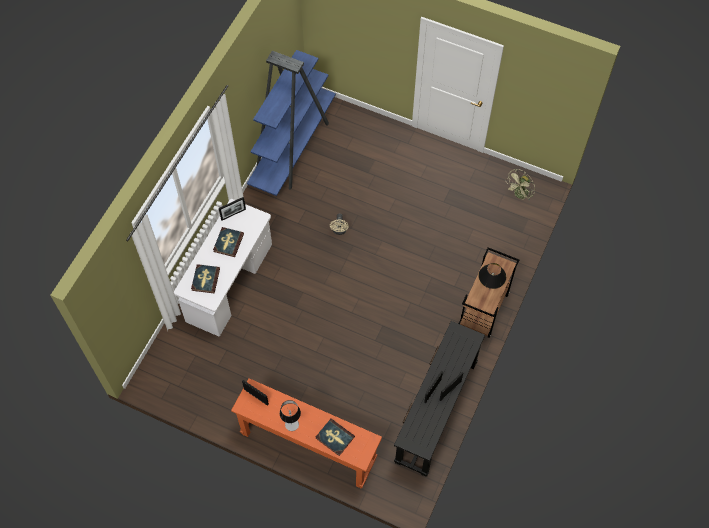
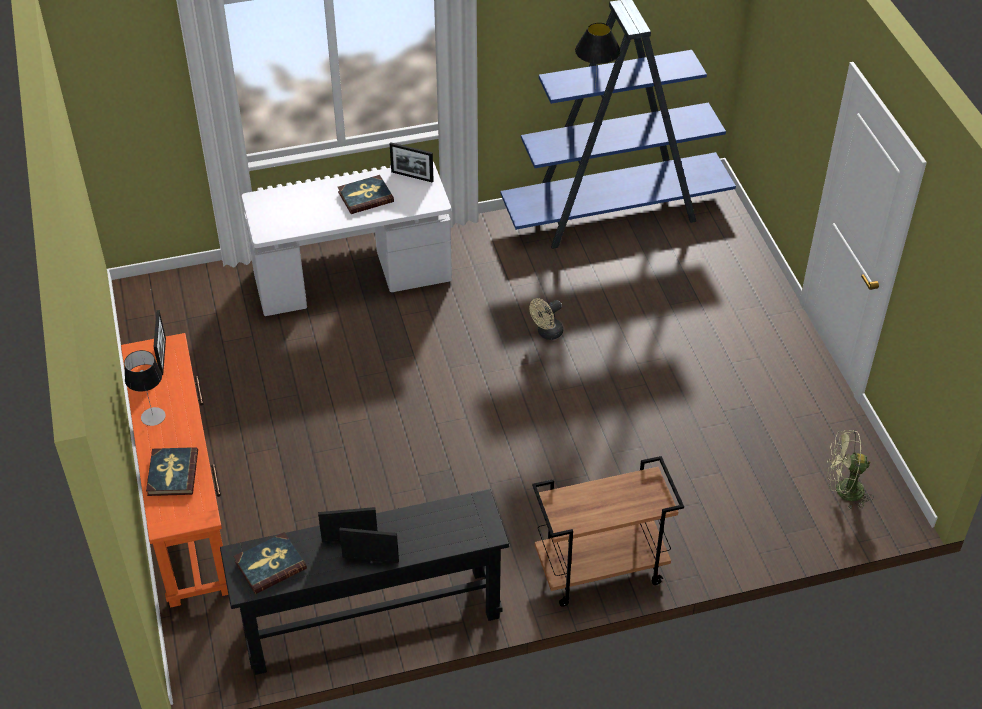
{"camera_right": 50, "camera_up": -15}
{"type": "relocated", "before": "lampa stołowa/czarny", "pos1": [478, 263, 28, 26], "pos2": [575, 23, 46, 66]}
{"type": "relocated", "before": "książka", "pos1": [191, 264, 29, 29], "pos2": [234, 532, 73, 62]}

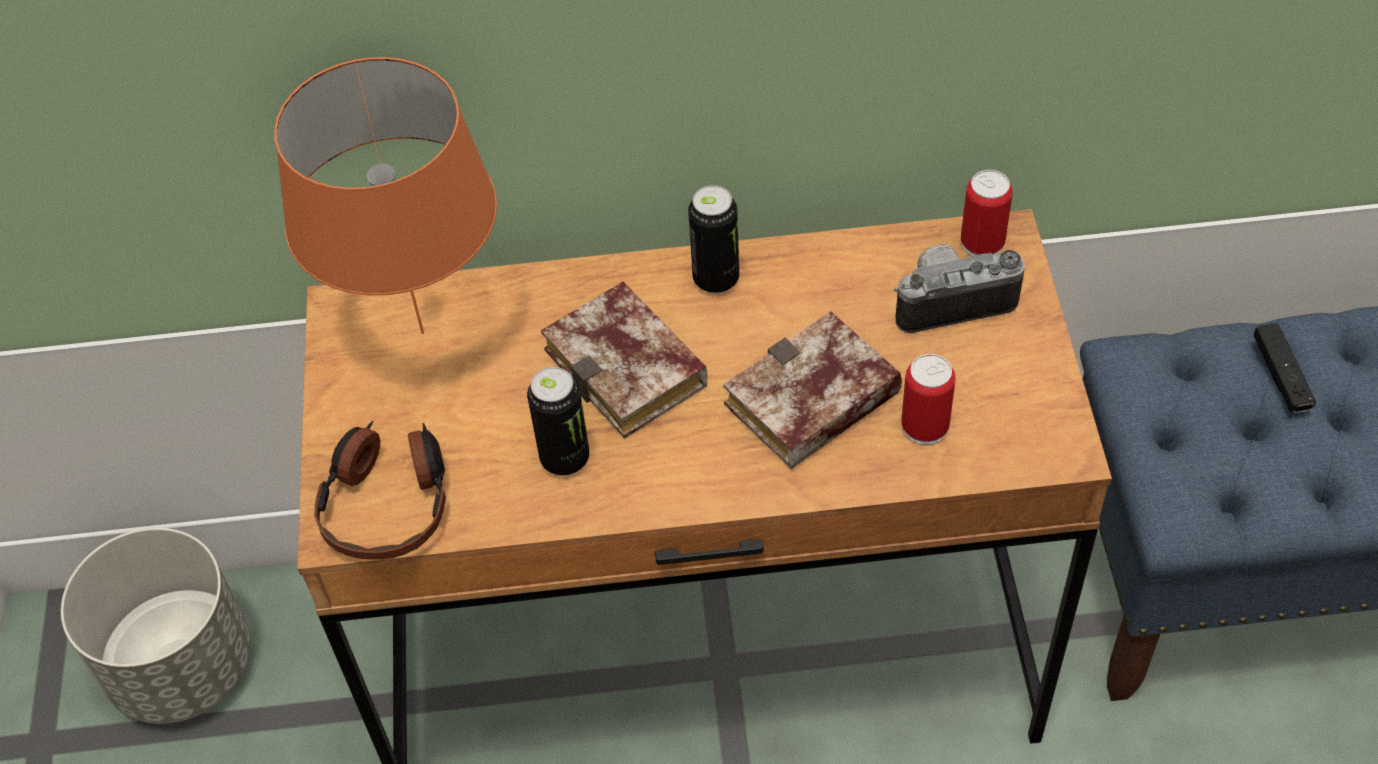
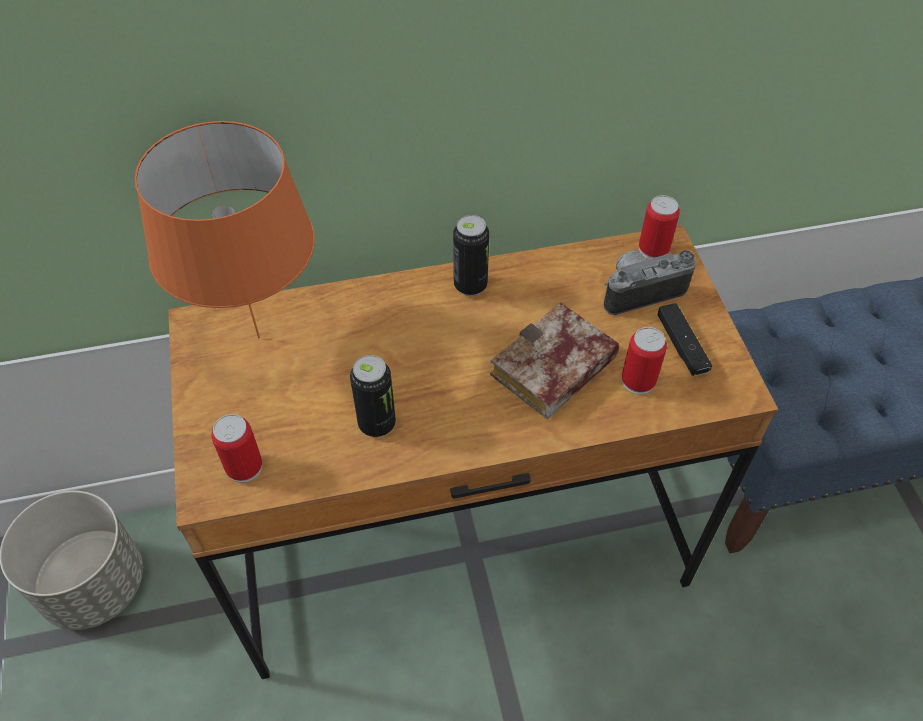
{"camera_right": -10, "camera_up": 0}
{"type": "missing", "before": "książka", "pos1": [541, 282, 166, 156]}
{"type": "relocated", "before": "pad do gier/czarny", "pos1": [1254, 323, 62, 90], "pos2": [658, 303, 54, 73]}
{"type": "exchanged", "before": "słuchawki", "after": "puszka", "pos1": [314, 420, 132, 140], "pos2": [211, 414, 51, 69]}

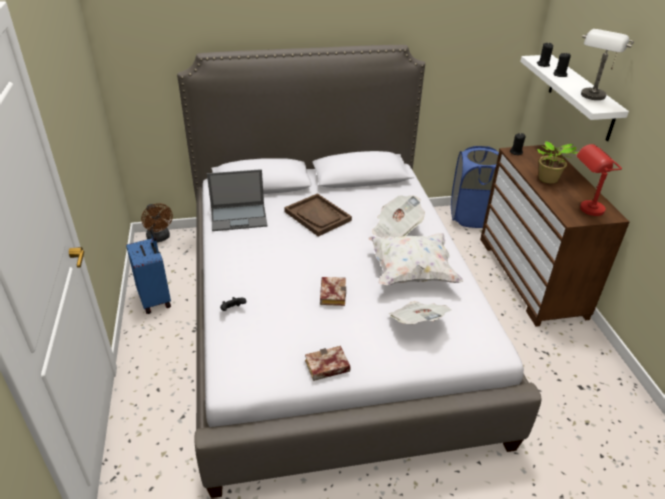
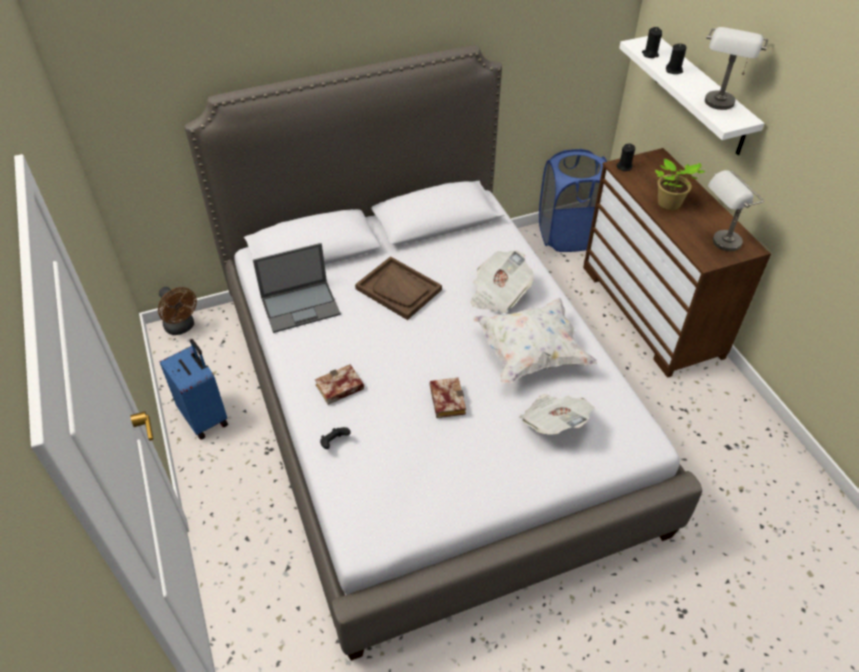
{"camera_right": -10, "camera_up": 10}
{"type": "colour", "before": "lampa stołowa/czerwony", "after": "lampa stołowa/szary", "pos1": [577, 144, 45, 72], "pos2": [708, 170, 56, 81]}
{"type": "relocated", "before": "książka", "pos1": [305, 346, 46, 35], "pos2": [315, 364, 49, 41]}

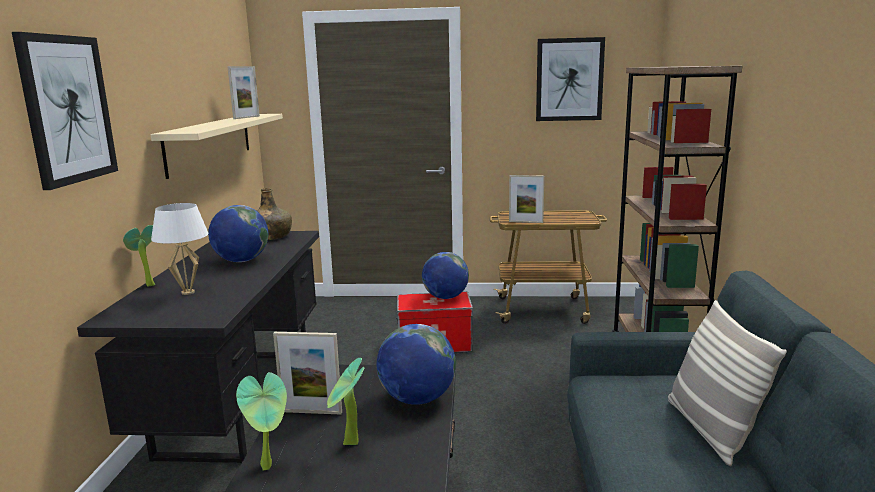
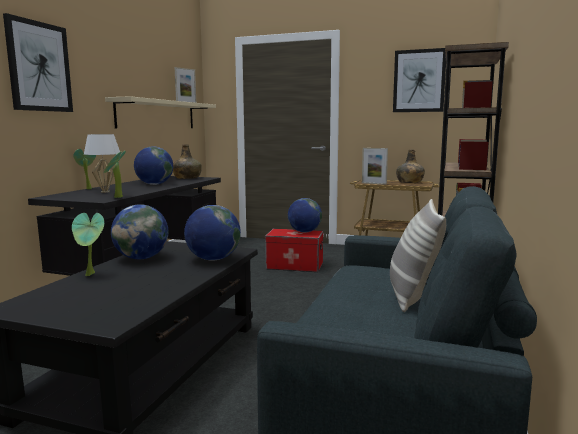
{"camera_right": 15, "camera_up": -5}
{"type": "exchanged", "before": "ramka na zdjęcie", "after": "globus", "pos1": [273, 332, 69, 82], "pos2": [111, 204, 57, 55]}
{"type": "relocated", "before": "roślina doniczkowa", "pos1": [327, 358, 37, 87], "pos2": [104, 151, 22, 47]}
{"type": "appeared", "after": "butelka/zielony", "pos2": [396, 150, 29, 33]}

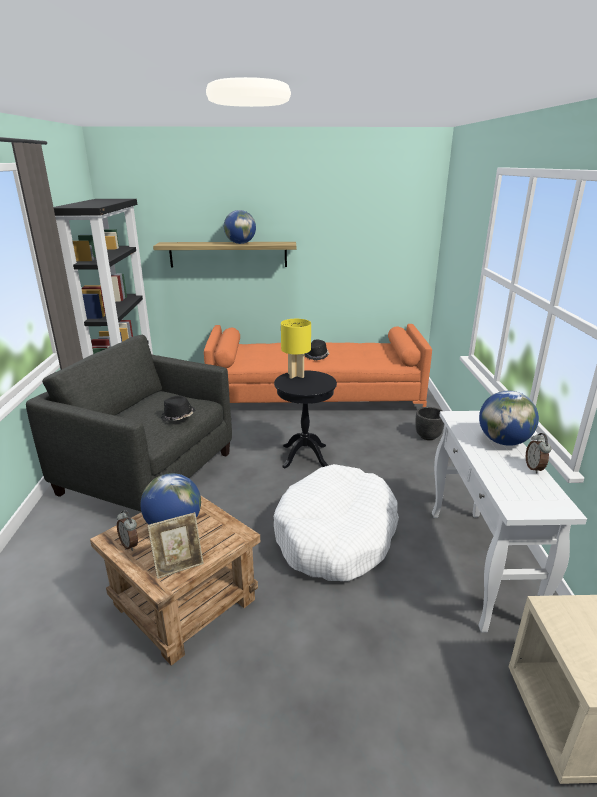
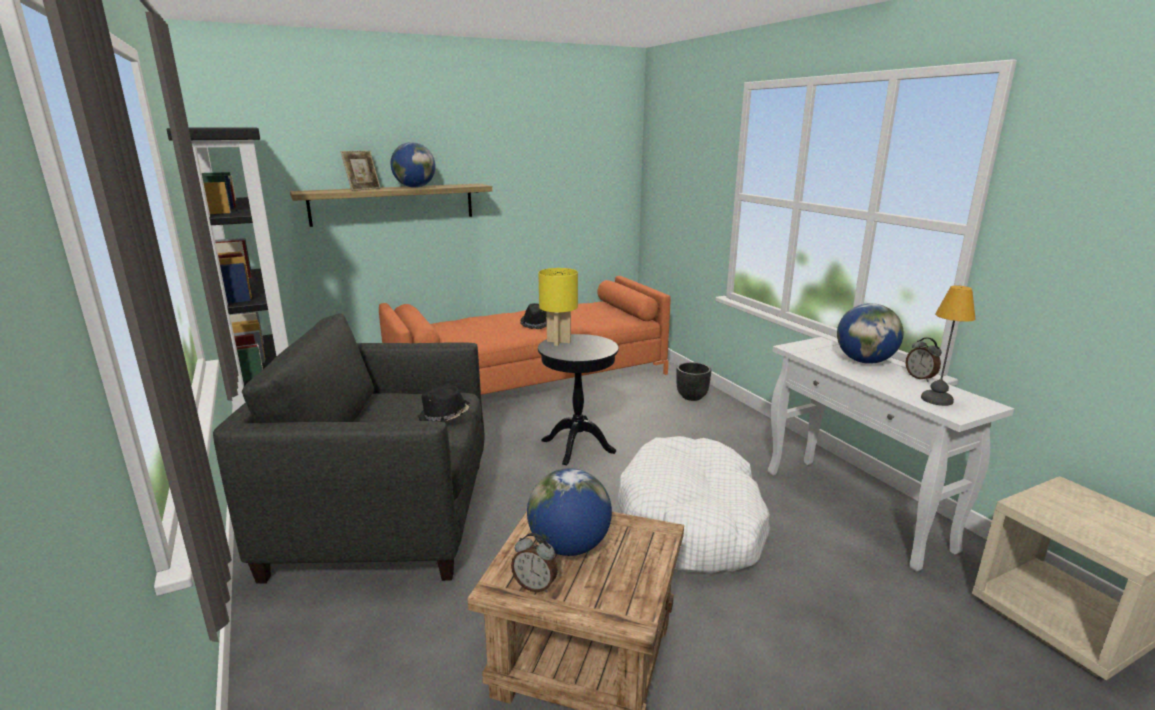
{"camera_right": -25, "camera_up": -5}
{"type": "relocated", "before": "ramka na zdjęcie", "pos1": [147, 512, 57, 67], "pos2": [341, 151, 40, 40]}
{"type": "appeared", "after": "lampa stołowa", "pos2": [921, 286, 55, 120]}

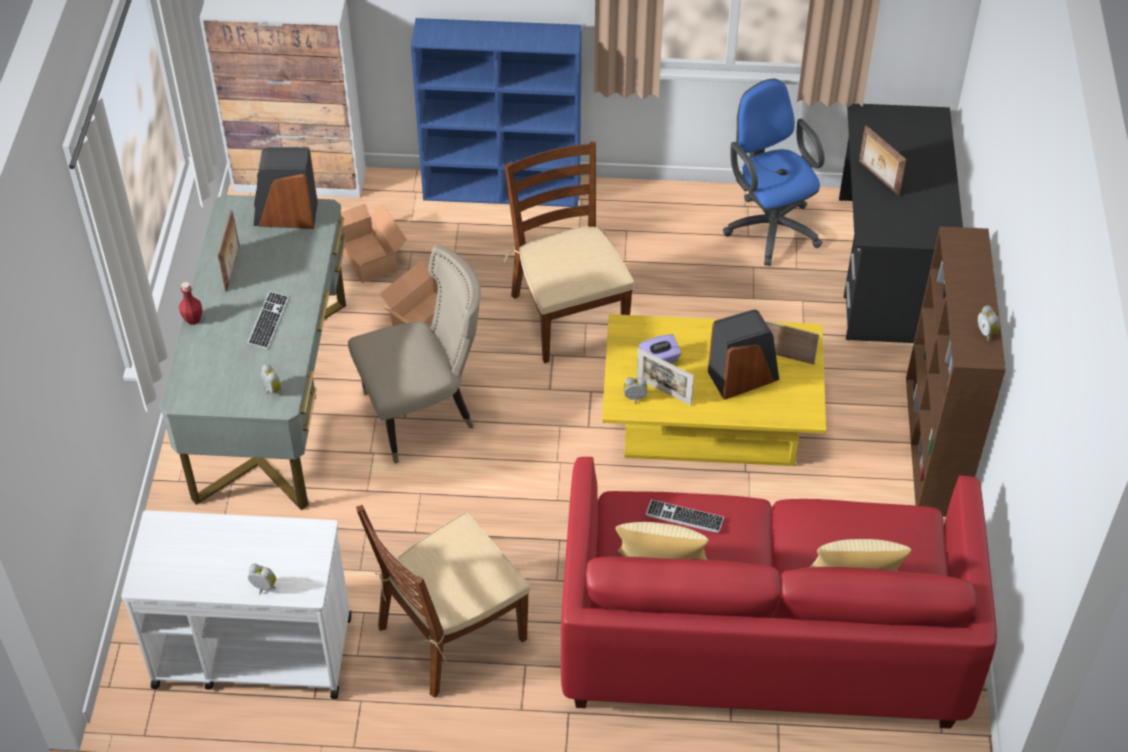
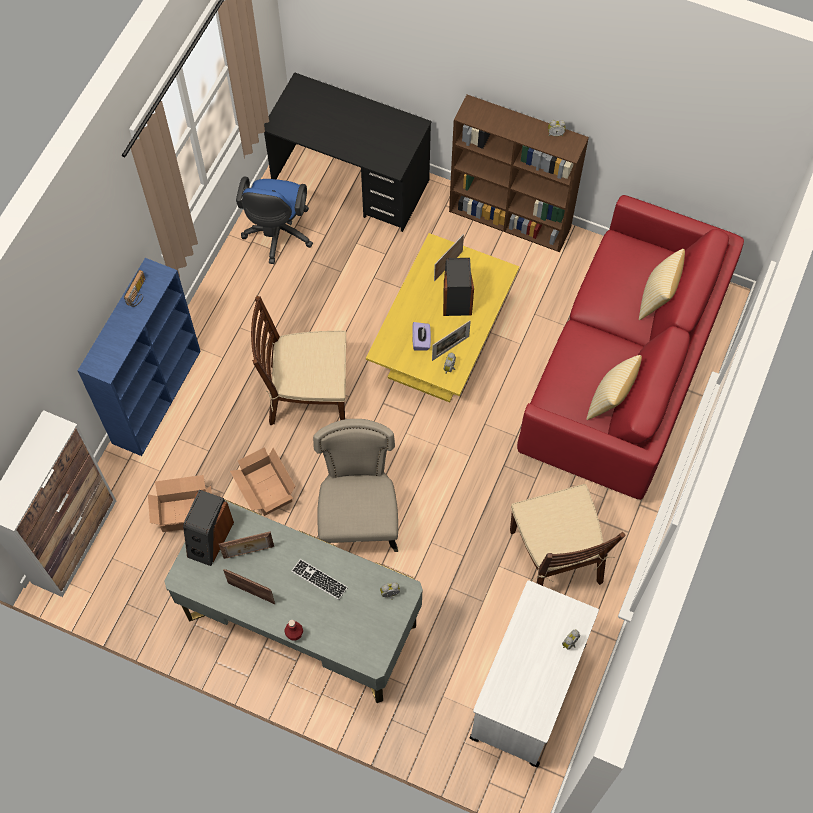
{"camera_right": -70, "camera_up": 15}
{"type": "spun", "before": "krzesło biurowe/niebieski", "pos1": [723, 79, 102, 187], "pos2": [236, 176, 77, 88], "turn": -75}
{"type": "relocated", "before": "ramka na zdjęcie", "pos1": [859, 125, 48, 71], "pos2": [219, 531, 55, 28]}
{"type": "missing", "before": "klawiatura", "pos1": [646, 499, 78, 34]}
{"type": "appeared", "after": "radio", "pos2": [124, 270, 21, 37]}

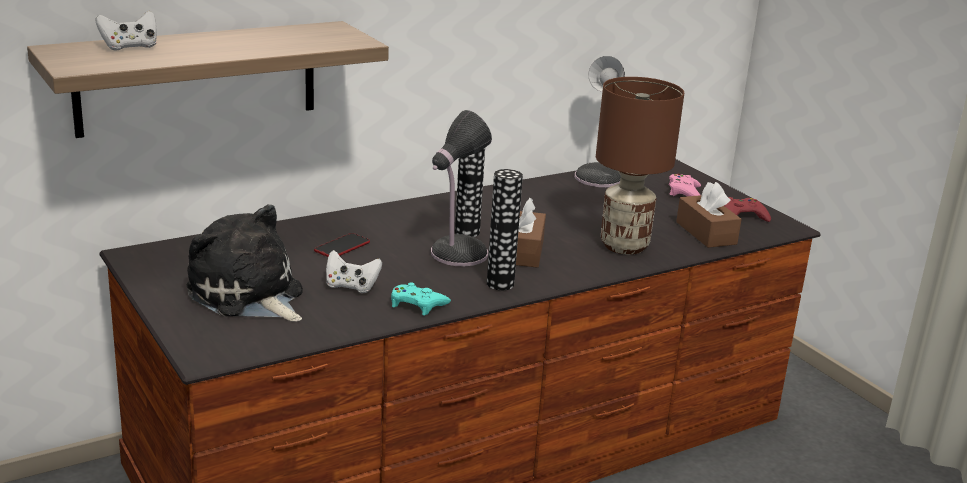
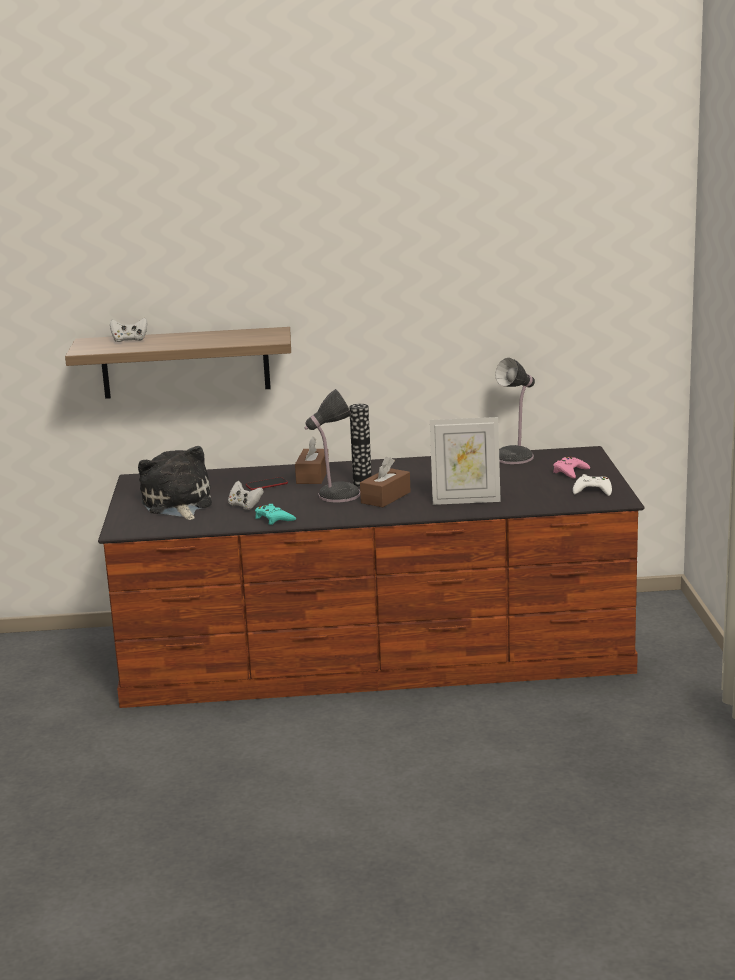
{"camera_right": 30, "camera_up": -5}
{"type": "exchanged", "before": "lampa stołowa/brązowy", "after": "ramka na zdjęcie", "pos1": [596, 77, 88, 178], "pos2": [430, 417, 71, 88]}
{"type": "missing", "before": "wazon", "pos1": [487, 169, 36, 121]}
{"type": "relocated", "before": "pudełko chusteczek/brązowy", "pos1": [676, 182, 66, 66], "pos2": [295, 437, 34, 47]}
{"type": "colour", "before": "pad do gier/czerwony", "after": "pad do gier/biały", "pos1": [724, 197, 47, 25], "pos2": [573, 474, 39, 22]}

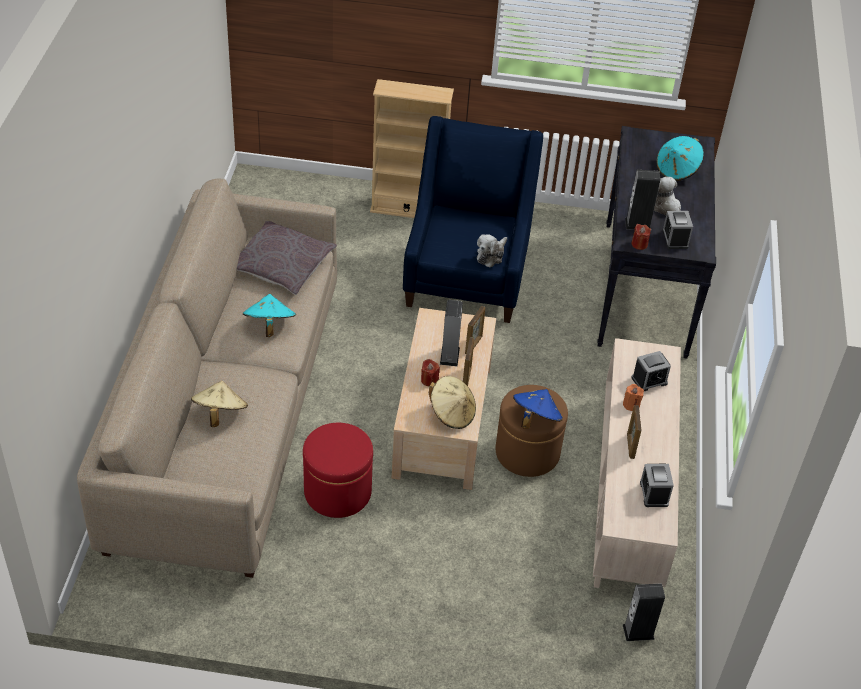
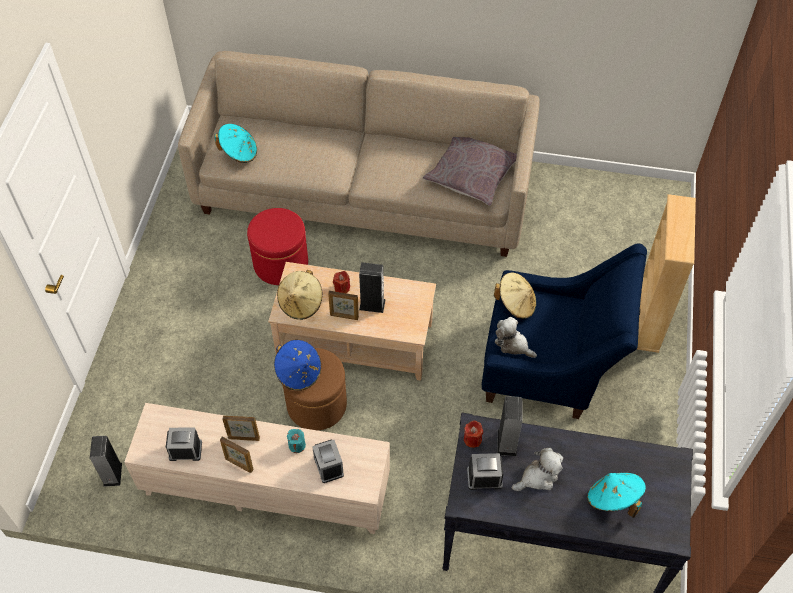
{"camera_right": 95, "camera_up": 10}
{"type": "relocated", "before": "kapelusz/turkusowy", "pos1": [243, 294, 53, 43], "pos2": [215, 124, 42, 39]}
{"type": "relocated", "before": "ramka na zdjęcie", "pos1": [465, 306, 20, 48], "pos2": [220, 437, 34, 36]}
{"type": "relocated", "before": "kapelusz/beżowy", "pos1": [191, 381, 57, 46], "pos2": [494, 273, 42, 46]}
{"type": "colour", "before": "świeca/pomarańczowy", "after": "świeca/turkusowy", "pos1": [623, 384, 21, 27], "pos2": [287, 429, 19, 24]}

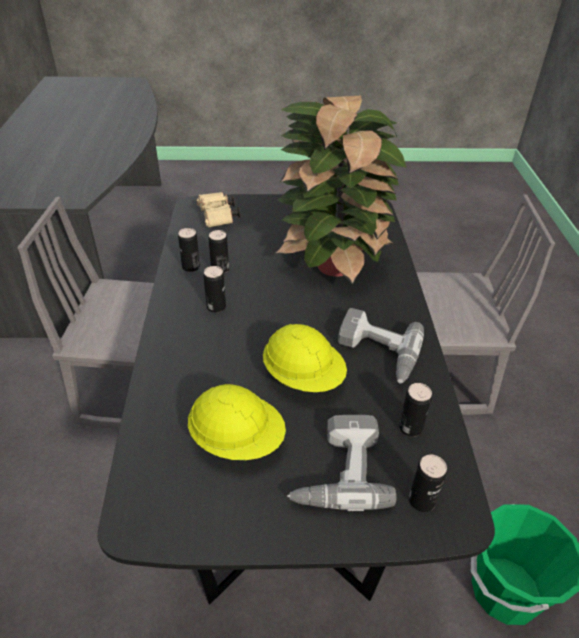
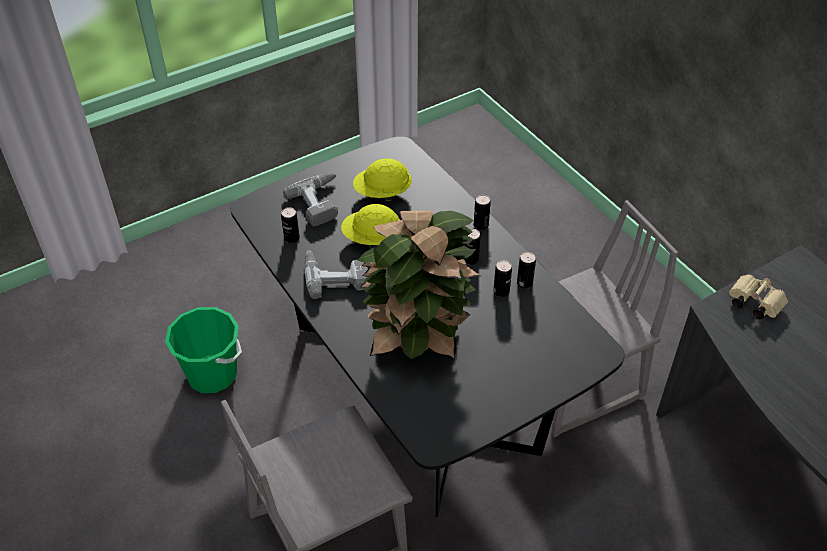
{"camera_right": 150, "camera_up": 5}
{"type": "relocated", "before": "lornetka/beżowy", "pos1": [197, 192, 43, 36], "pos2": [729, 274, 59, 46]}
{"type": "relocated", "before": "puszka", "pos1": [409, 455, 38, 57], "pos2": [474, 195, 17, 35]}

